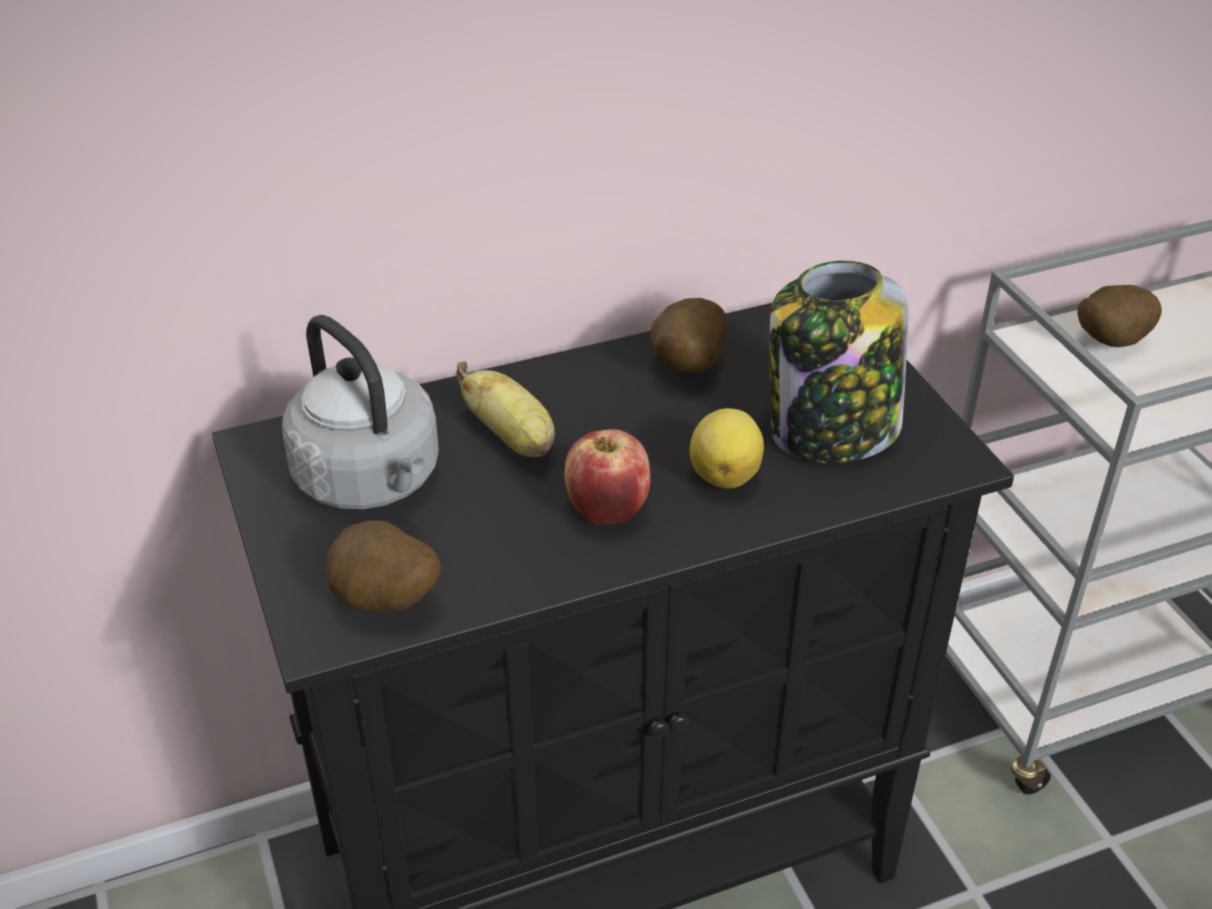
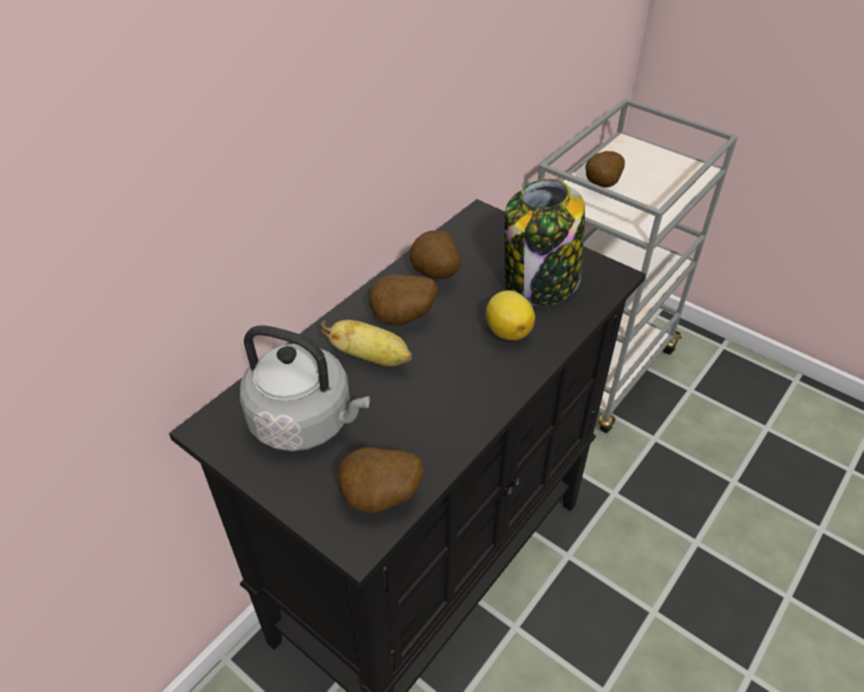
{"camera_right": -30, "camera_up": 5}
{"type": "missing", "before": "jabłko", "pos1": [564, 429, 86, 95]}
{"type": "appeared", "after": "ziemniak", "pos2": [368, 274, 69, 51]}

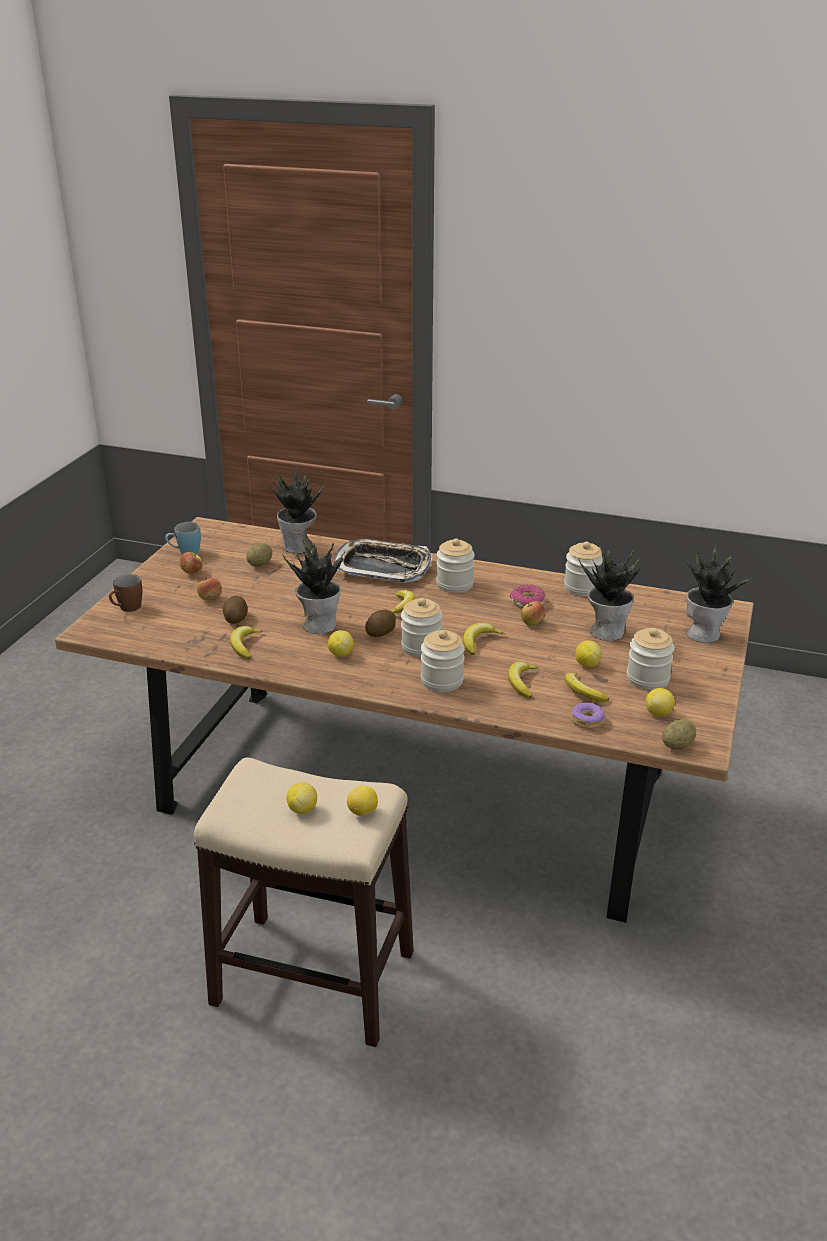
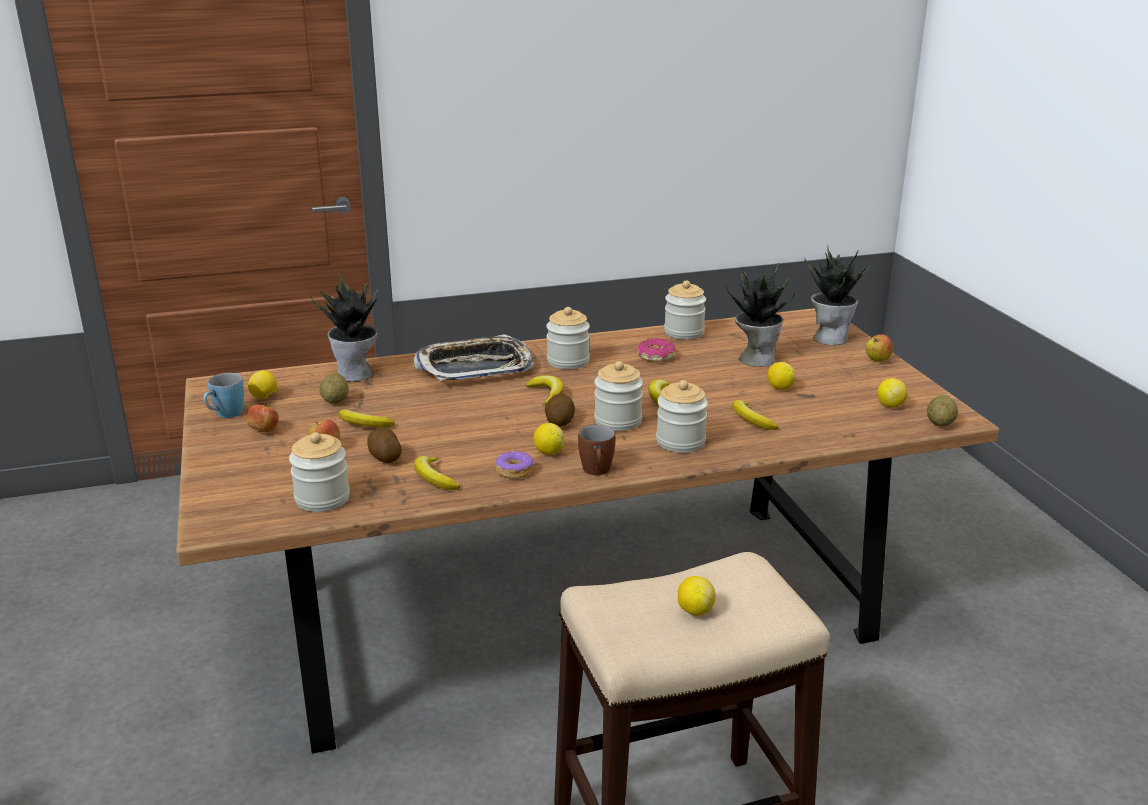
{"camera_right": -35, "camera_up": -5}
{"type": "missing", "before": "roślina doniczkowa", "pos1": [282, 541, 63, 93]}
{"type": "relocated", "before": "kubek/brązowy", "pos1": [109, 574, 33, 38], "pos2": [578, 425, 37, 50]}
{"type": "relocated", "before": "jabłko", "pos1": [521, 601, 25, 25], "pos2": [865, 334, 28, 28]}
{"type": "relocated", "before": "słoik", "pos1": [627, 628, 47, 62], "pos2": [289, 432, 61, 80]}
{"type": "relocated", "before": "banan", "pos1": [564, 672, 45, 30], "pos2": [339, 410, 56, 18]}
{"type": "relocated", "before": "donut", "pos1": [571, 703, 34, 26], "pos2": [495, 451, 38, 28]}
{"type": "relocated", "before": "cytryna", "pos1": [347, 785, 31, 31], "pos2": [248, 370, 29, 29]}

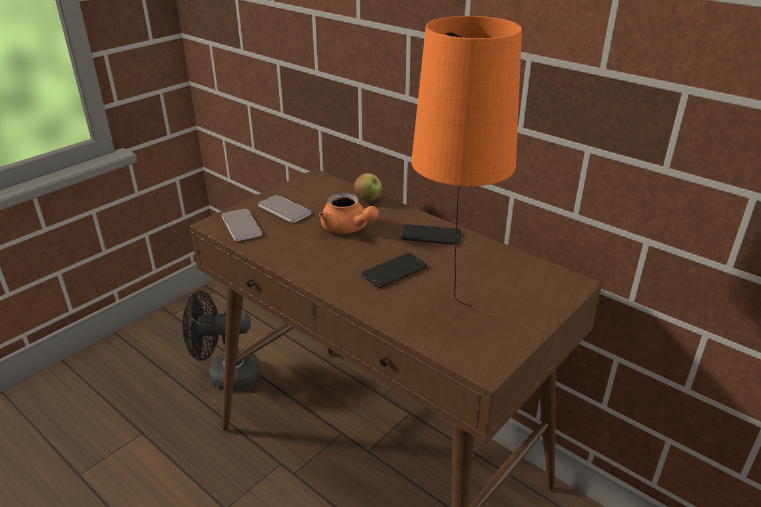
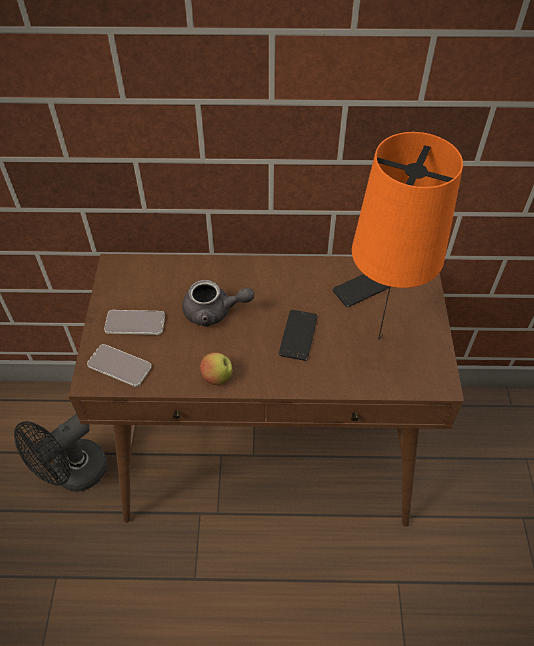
{"camera_right": -40, "camera_up": 20}
{"type": "relocated", "before": "jabłko", "pos1": [354, 173, 28, 29], "pos2": [200, 352, 32, 33]}
{"type": "colour", "before": "imbryk/pomarańczowy", "after": "imbryk/szary", "pos1": [319, 193, 60, 41], "pos2": [182, 280, 72, 47]}
{"type": "relocated", "before": "telefon", "pos1": [401, 224, 60, 21], "pos2": [333, 274, 56, 33]}

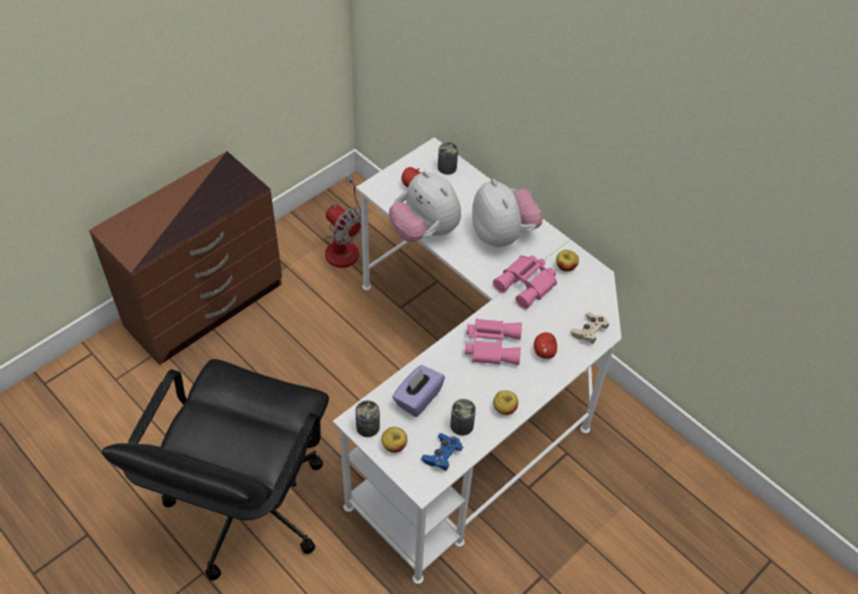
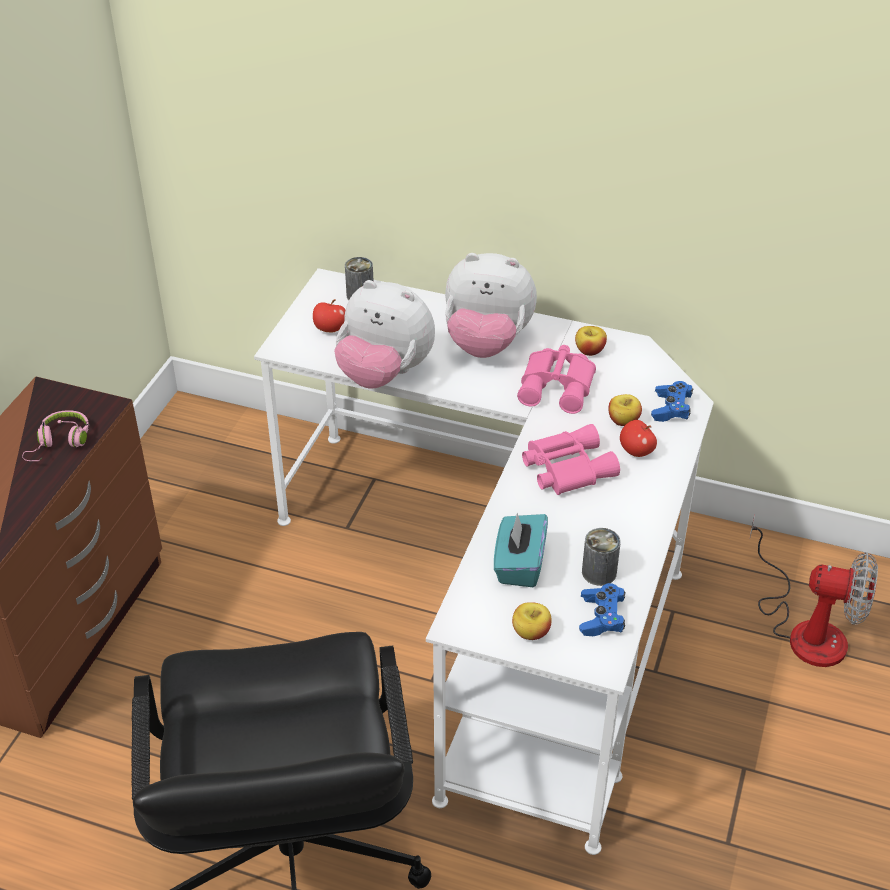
{"camera_right": -25, "camera_up": -10}
{"type": "relocated", "before": "wentylator", "pos1": [325, 173, 37, 95], "pos2": [750, 514, 128, 153]}
{"type": "spun", "before": "pluszak", "pos1": [472, 179, 70, 68], "pos2": [445, 253, 92, 105], "turn": 150}
{"type": "colour", "before": "pad do gier/beżowy", "after": "pad do gier/niebieski", "pos1": [570, 312, 39, 32], "pos2": [651, 381, 42, 41]}
{"type": "colour", "before": "pudełko chusteczek/fioletowy", "after": "pudełko chusteczek/turkusowy", "pos1": [392, 365, 53, 52], "pos2": [494, 513, 54, 74]}
{"type": "relocated", "before": "jabłko", "pos1": [493, 390, 25, 25], "pos2": [608, 394, 34, 32]}
{"type": "missing", "before": "puszka", "pos1": [355, 400, 25, 37]}
{"type": "appeared", "after": "słuchawki/różowy", "pos2": [22, 410, 67, 51]}

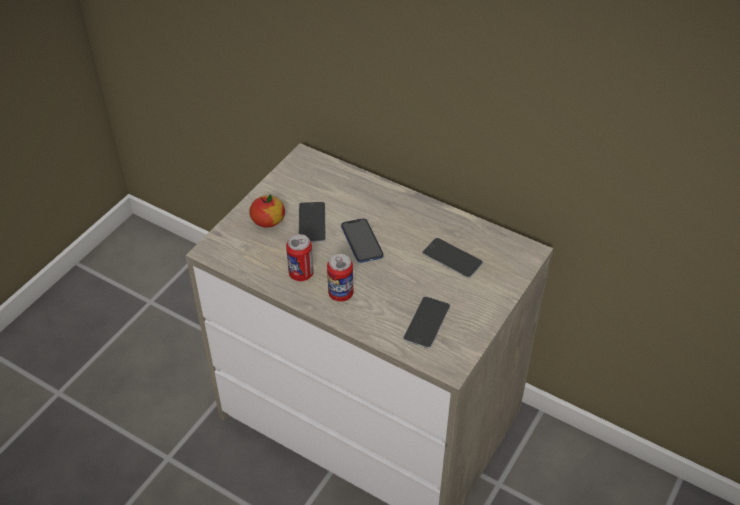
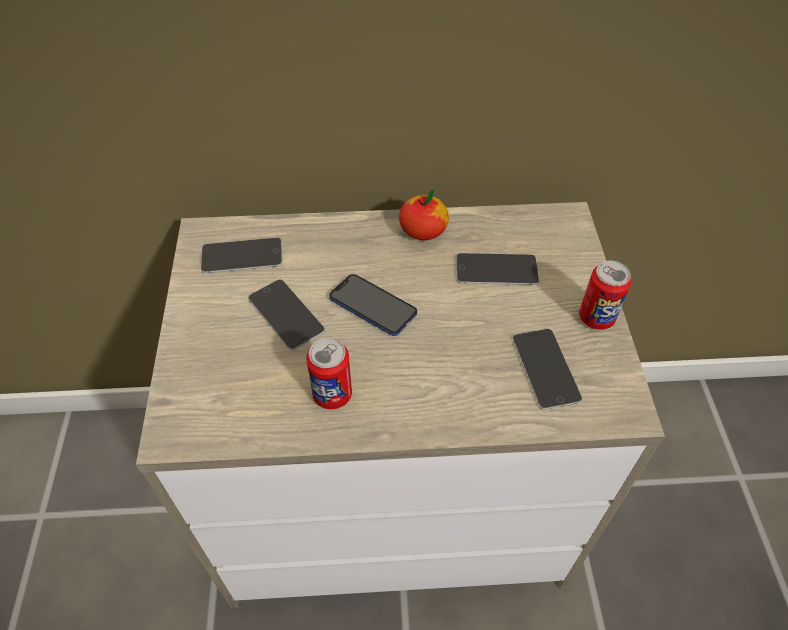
{"camera_right": -35, "camera_up": 5}
{"type": "relocated", "before": "jabłko", "pos1": [249, 195, 36, 33], "pos2": [399, 190, 50, 50]}
{"type": "relocated", "before": "puszka", "pos1": [327, 254, 26, 48], "pos2": [579, 260, 53, 70]}
{"type": "appeared", "after": "telefon", "pos2": [201, 238, 82, 35]}

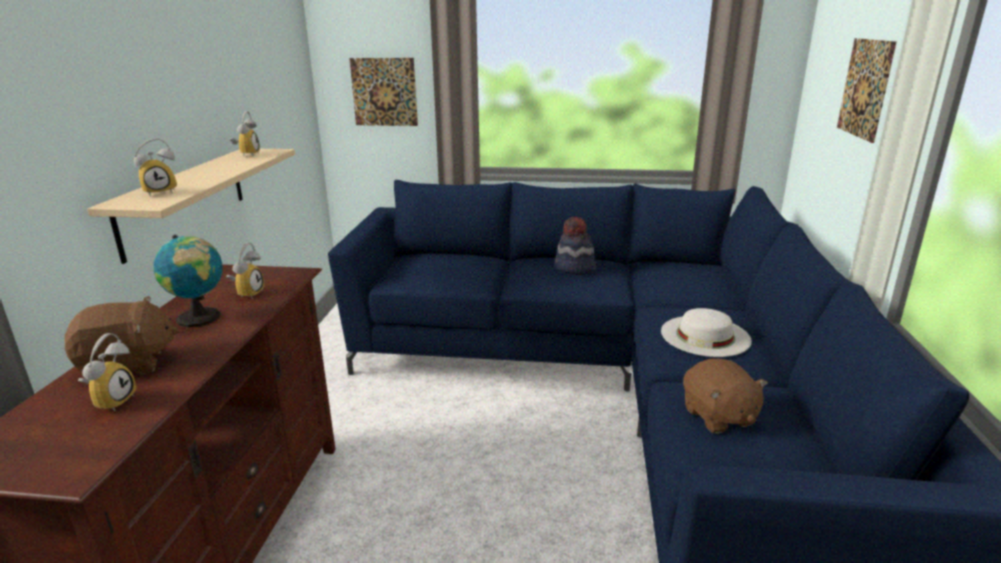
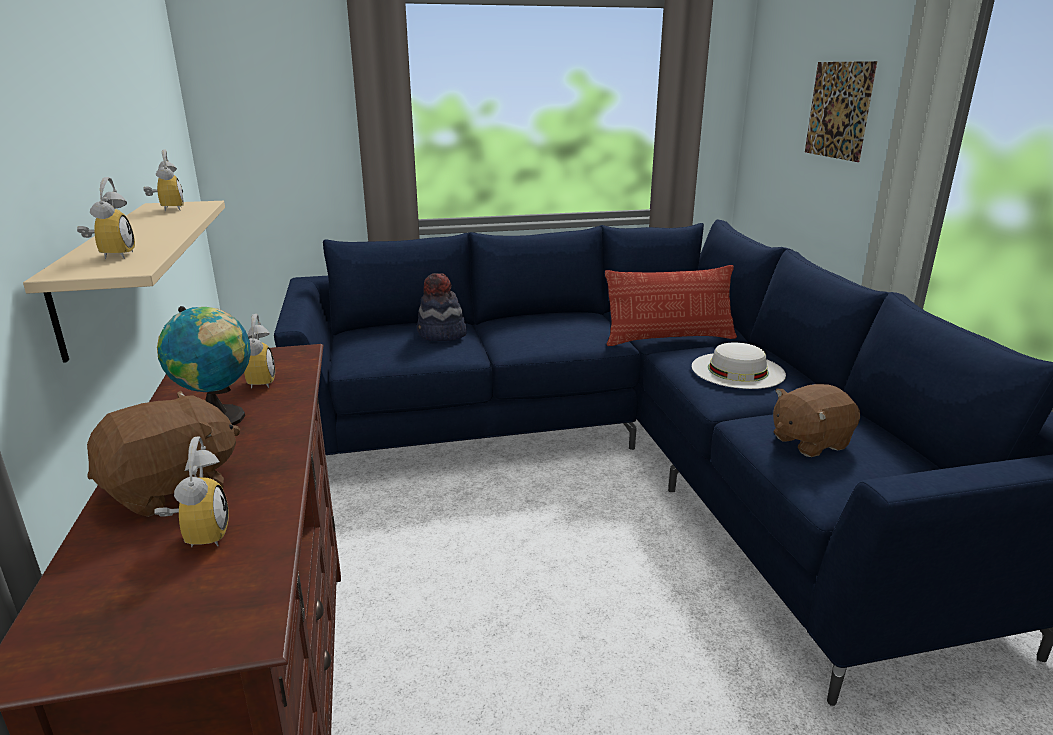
{"camera_right": -20, "camera_up": 0}
{"type": "missing", "before": "obraz", "pos1": [349, 58, 69, 68]}
{"type": "spun", "before": "budzik", "pos1": [134, 138, 43, 58], "pos2": [77, 177, 58, 82], "turn": -45}
{"type": "relocated", "before": "kapelusz", "pos1": [555, 217, 41, 58], "pos2": [417, 273, 50, 68]}
{"type": "spun", "before": "pluszak/brązowy", "pos1": [683, 358, 85, 76], "pos2": [773, 384, 87, 73], "turn": 105}
{"type": "appeared", "after": "poduszka", "pos2": [605, 265, 132, 81]}

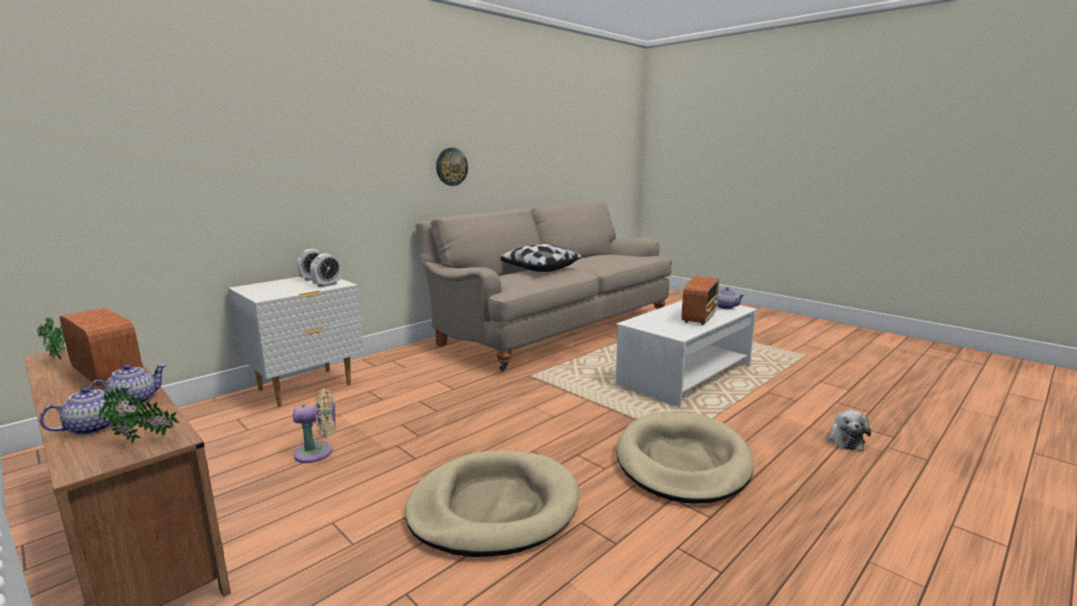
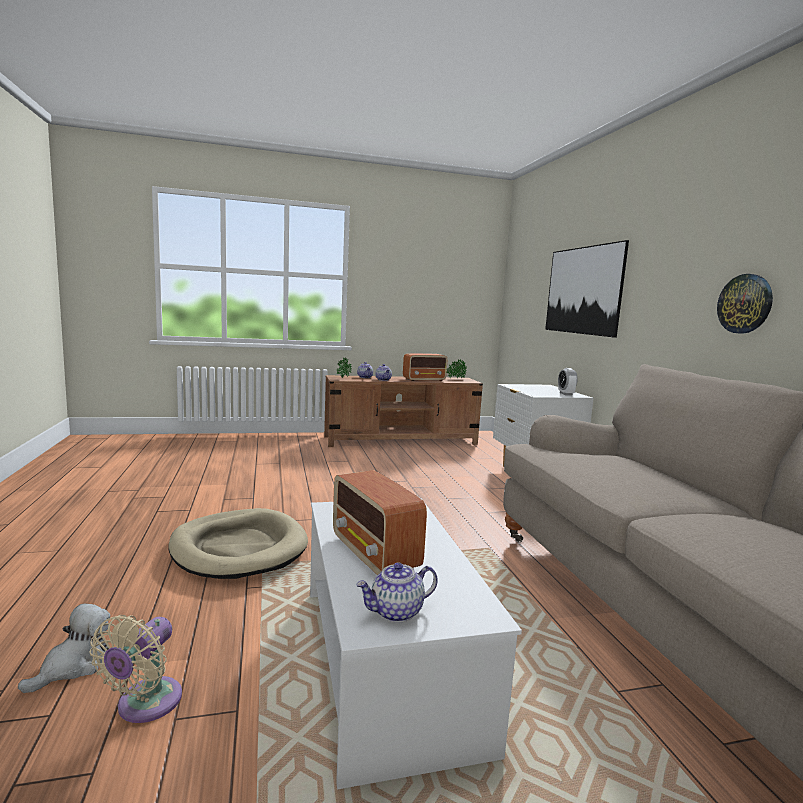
{"camera_right": 120, "camera_up": -5}
{"type": "missing", "before": "poduszka", "pos1": [501, 244, 81, 28]}
{"type": "missing", "before": "budzik", "pos1": [310, 253, 31, 34]}
{"type": "relocated", "before": "wentylator/beżowy", "pos1": [293, 388, 43, 75], "pos2": [90, 615, 92, 108]}
{"type": "spun", "before": "pluszak", "pos1": [827, 410, 44, 41], "pos2": [18, 603, 92, 90], "turn": 75}
{"type": "missing", "before": "legowisko/beżowy", "pos1": [405, 451, 174, 106]}
{"type": "appeared", "after": "obraz", "pos2": [545, 240, 84, 98]}

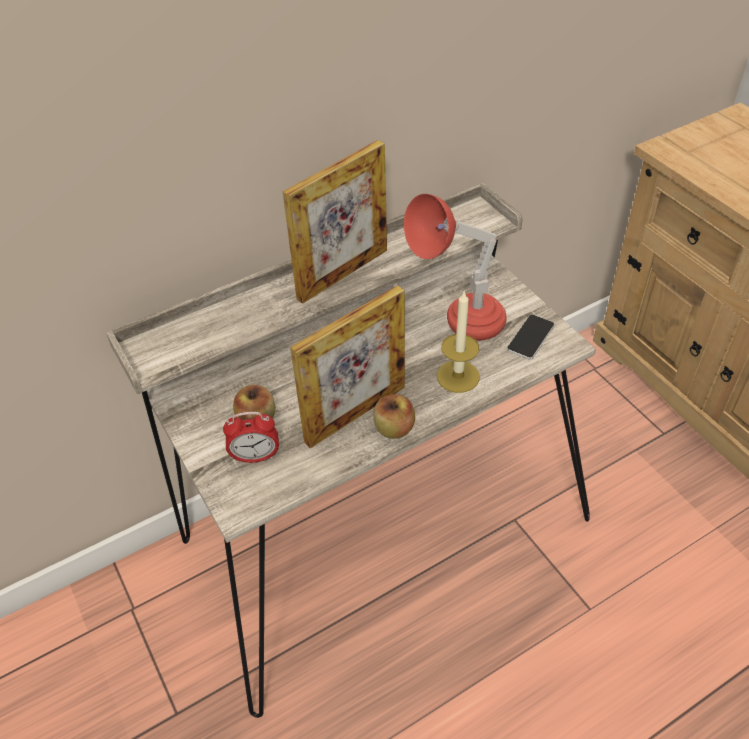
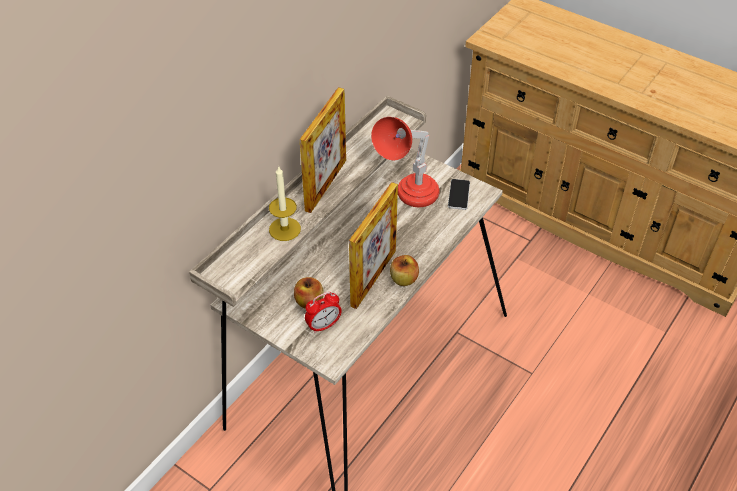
{"camera_right": -25, "camera_up": 0}
{"type": "relocated", "before": "świeca", "pos1": [437, 290, 43, 103], "pos2": [269, 165, 32, 76]}

